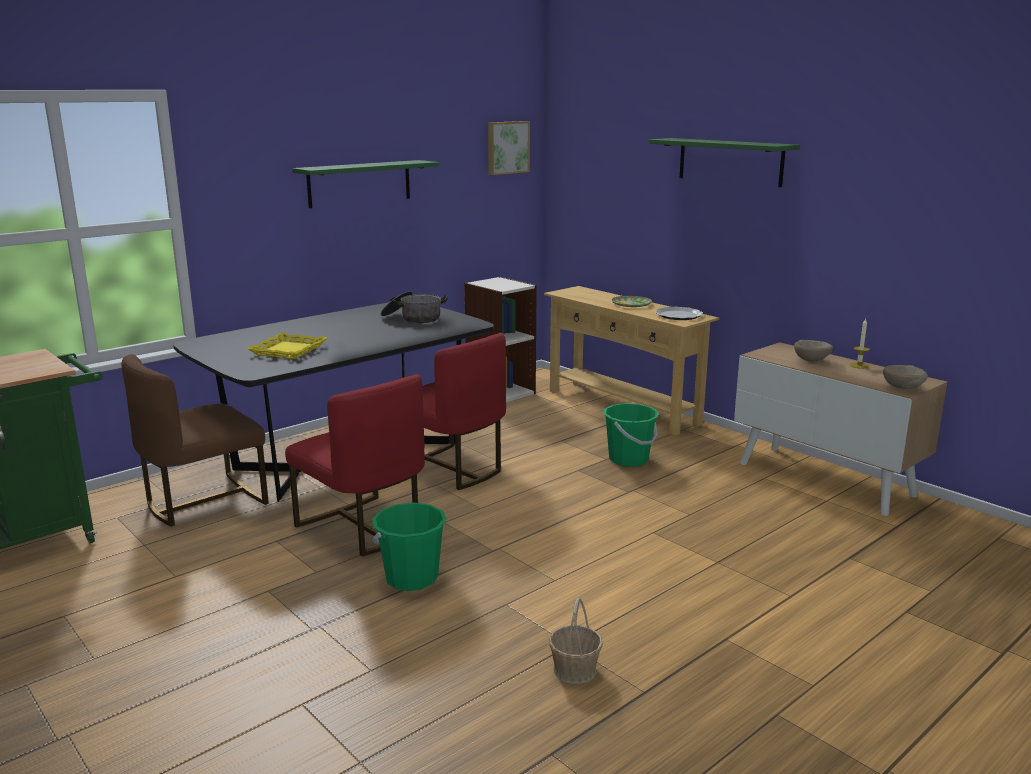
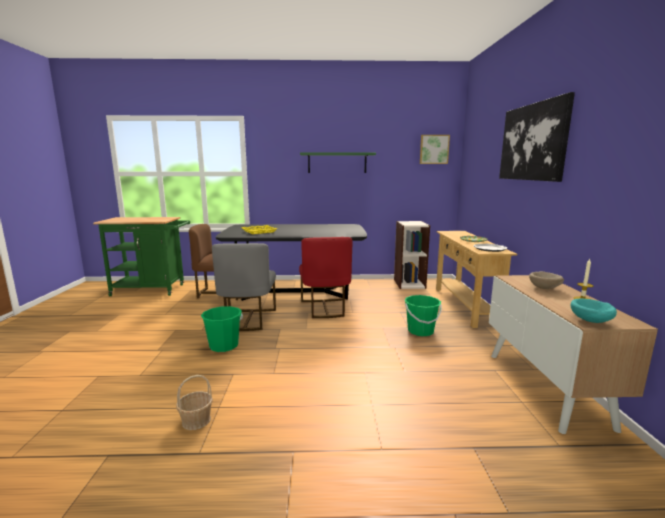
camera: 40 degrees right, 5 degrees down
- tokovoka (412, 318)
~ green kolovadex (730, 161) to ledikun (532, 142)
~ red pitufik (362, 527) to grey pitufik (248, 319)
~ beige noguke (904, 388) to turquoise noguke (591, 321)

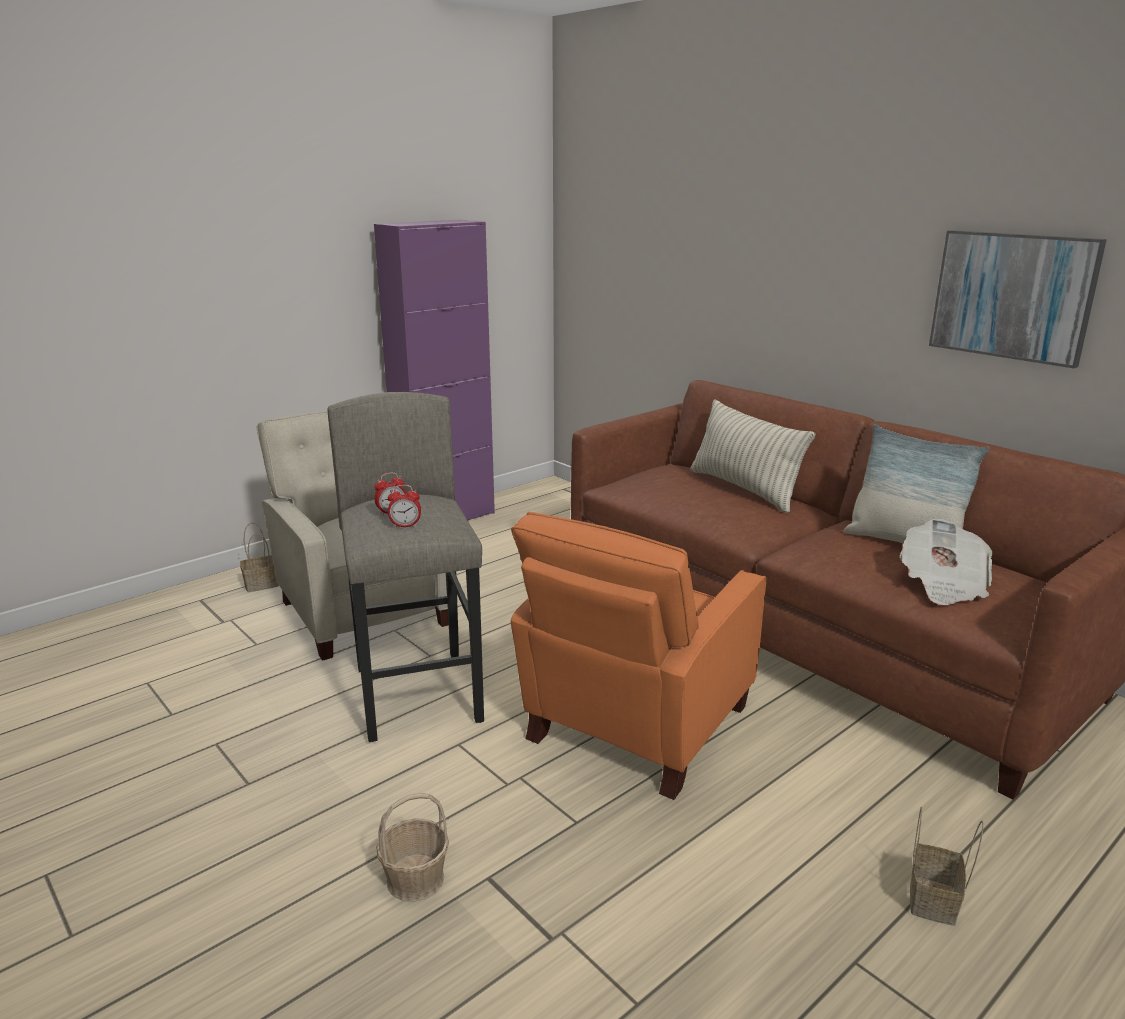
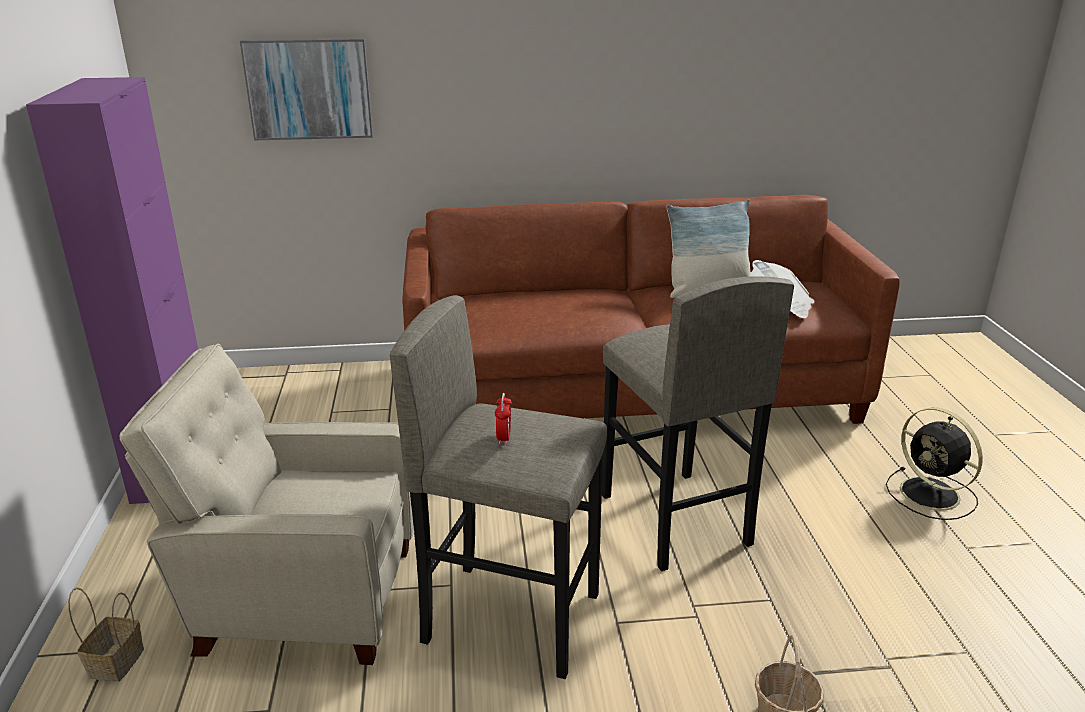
camera: 55 degrees left, 5 degrees up
- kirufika (405, 526)
- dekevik (744, 489)
~ ledikun (1012, 296) to (309, 89)
~ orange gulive (633, 726) to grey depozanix (673, 520)
~ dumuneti (934, 902) to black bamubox (932, 495)

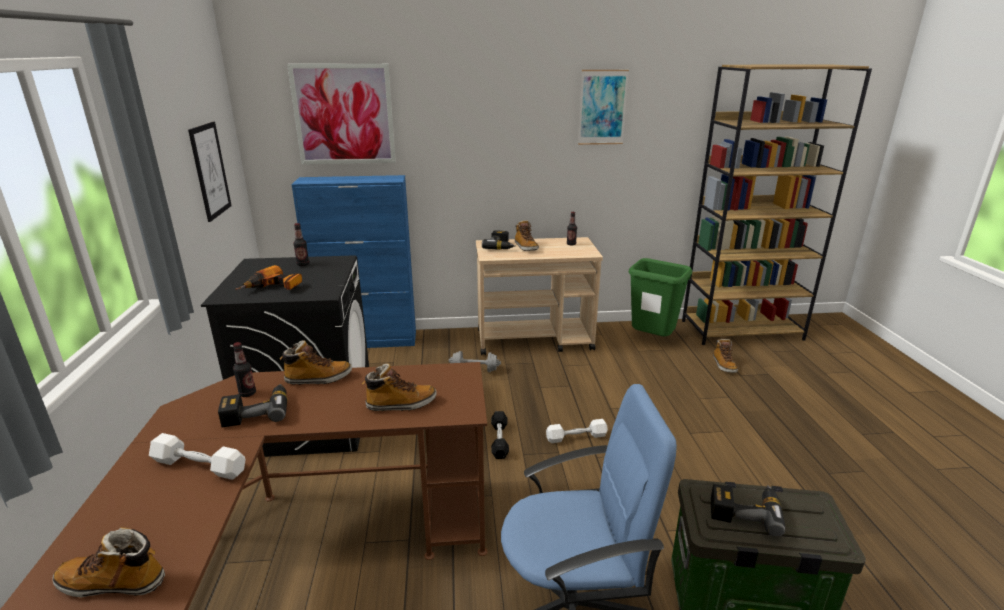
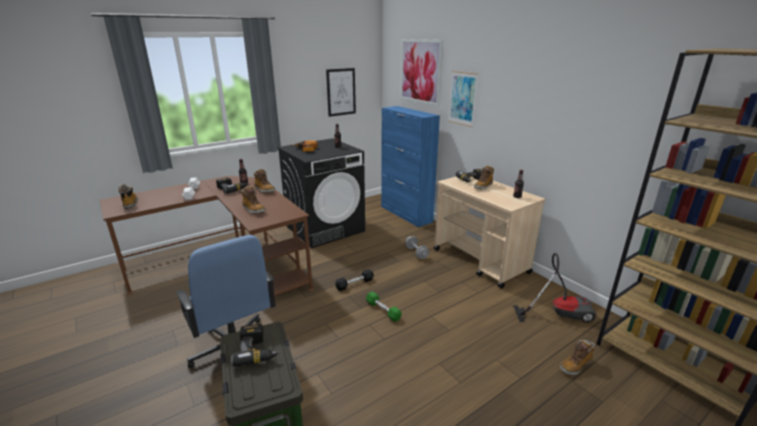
camera: 60 degrees right, 0 degrees up
~ ledikun (602, 107) to (462, 98)
~ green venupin (652, 341) to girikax (559, 313)
~ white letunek (576, 437) to green letunek (383, 310)

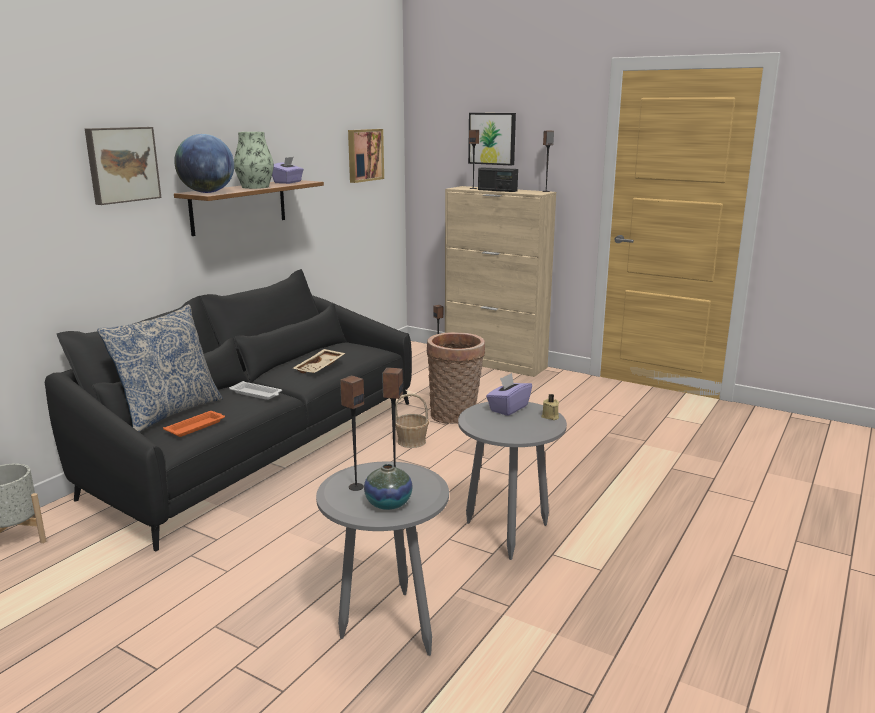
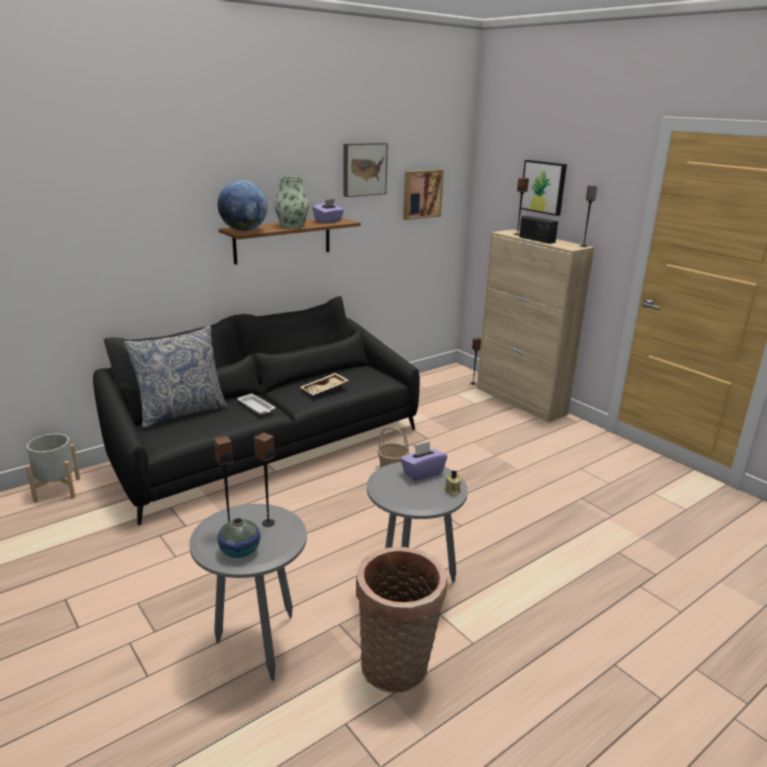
camera: 20 degrees right, 5 degrees up
- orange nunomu (196, 427)
~ ledikun (122, 164) to (363, 169)
~ dumuneti (455, 416) to (397, 669)

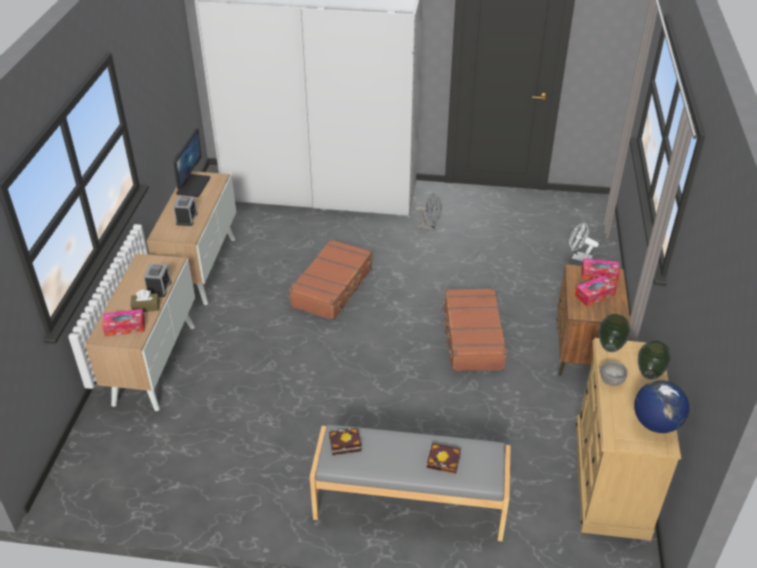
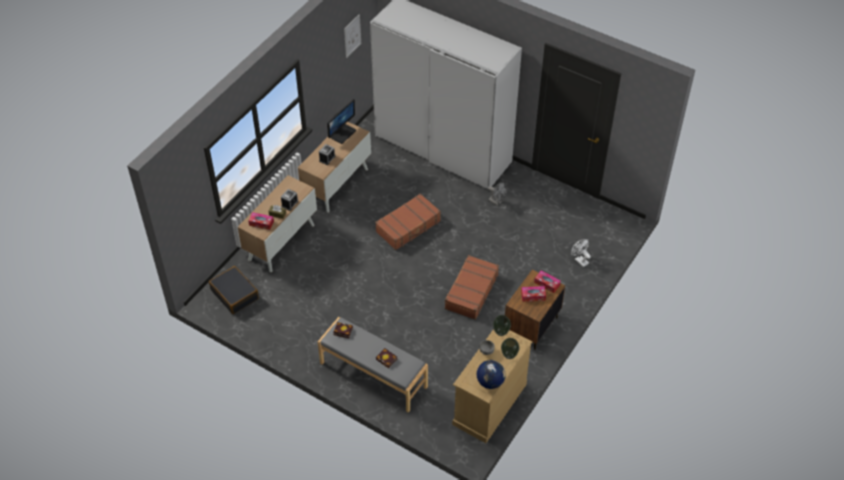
camera: 25 degrees right, 10 degrees up
+ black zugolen (235, 294)
+ ledikun (352, 36)

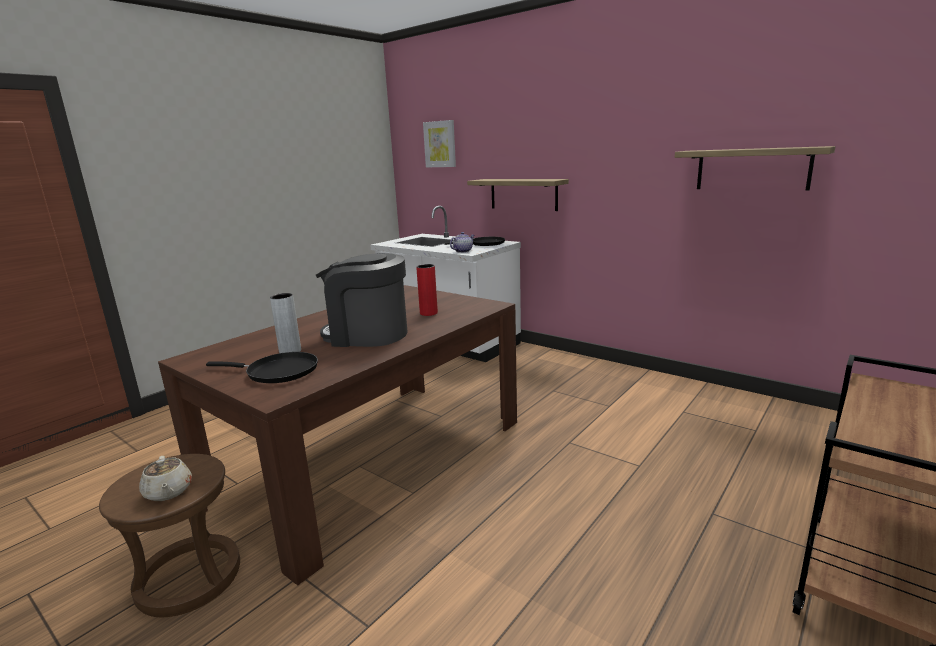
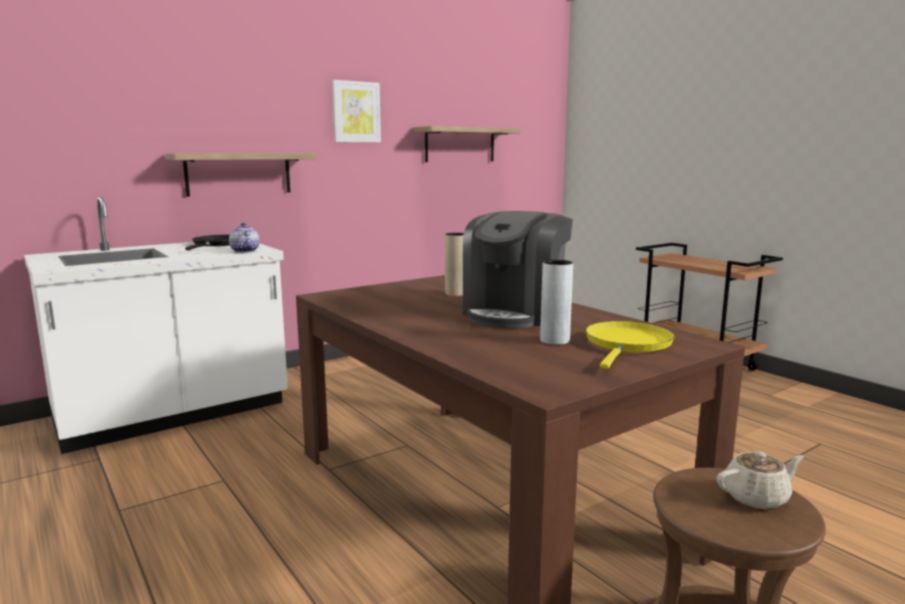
camera: 75 degrees left, 5 degrees down
~ ledikun (440, 144) to (356, 112)
~ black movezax (278, 372) to yellow movezax (627, 344)
~ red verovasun (428, 313) to beige verovasun (456, 293)

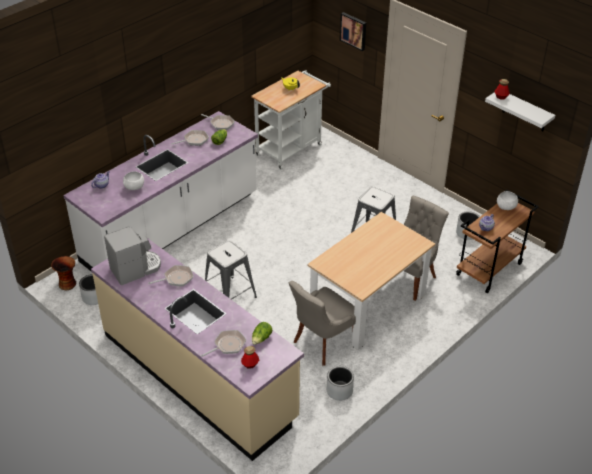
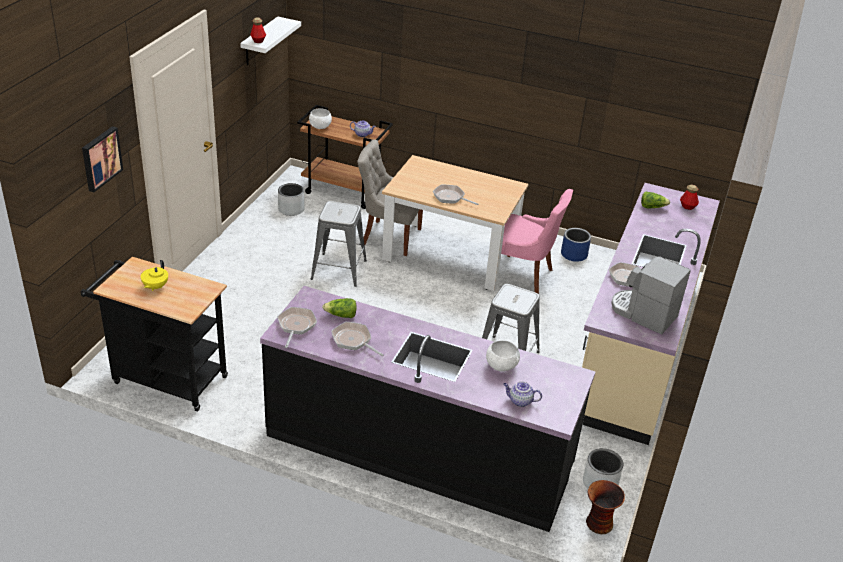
camera: 115 degrees left, 5 degrees down
~ movezax (228, 345) to (450, 197)
~ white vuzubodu (171, 228) to black vuzubodu (418, 452)
~ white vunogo (291, 148) to black vunogo (164, 378)
~ grey pitufik (322, 343) to pink pitufik (523, 276)
~ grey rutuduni (339, 391) to blue rutuduni (573, 254)

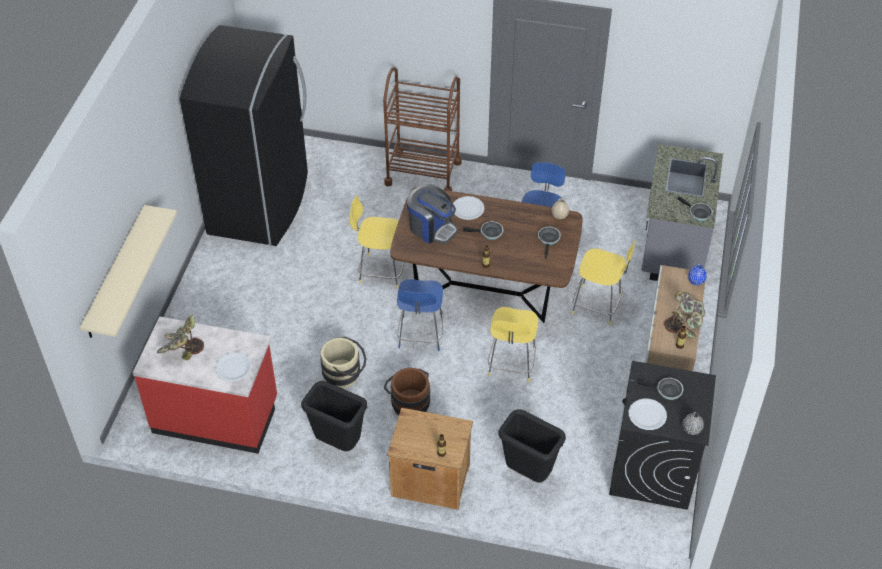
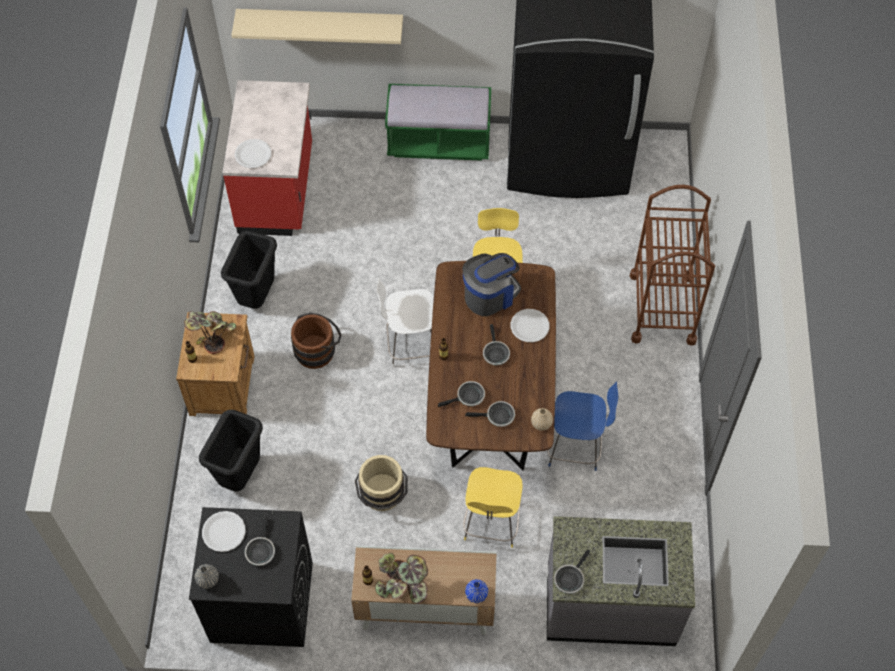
camera: 80 degrees right, 10 degrees up
- yellow depozanix (511, 364)
+ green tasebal (439, 142)
+ movezax (468, 397)
~ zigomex (181, 349) to (211, 334)
~ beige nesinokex (345, 374) to (382, 496)
~ blue depozanix (420, 335) to white depozanix (410, 346)
~ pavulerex (432, 228) = (490, 295) 150 degrees counterclockwise

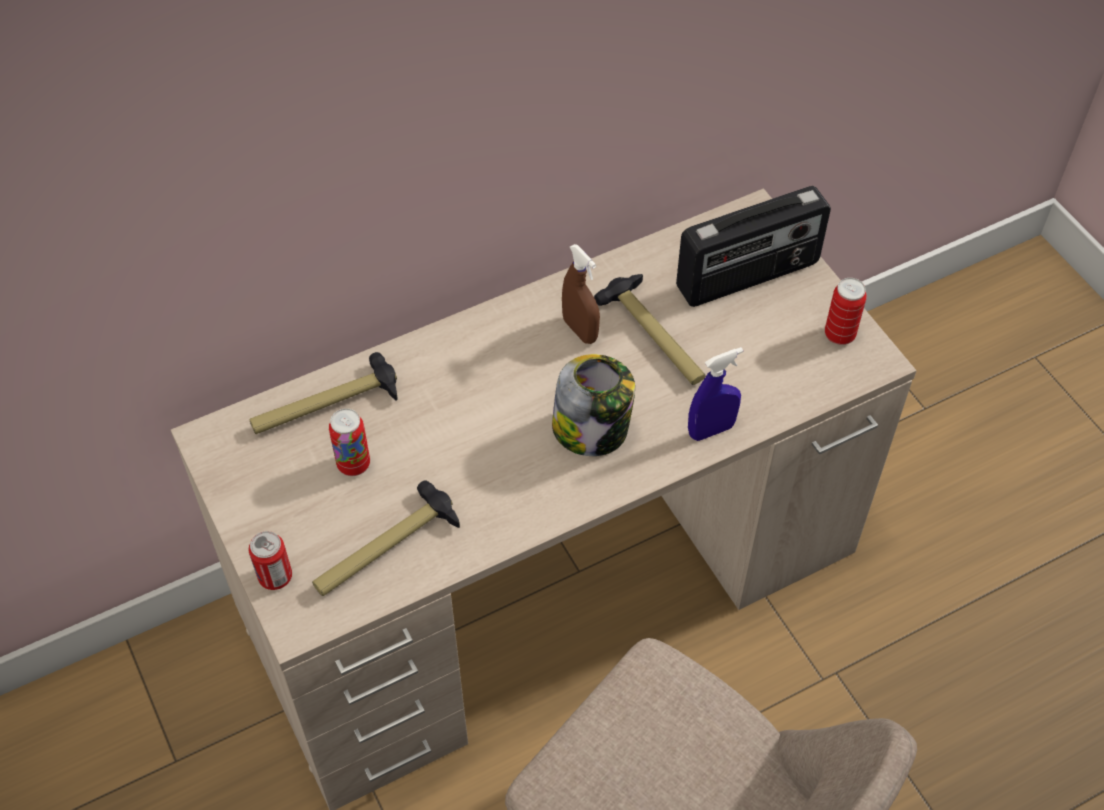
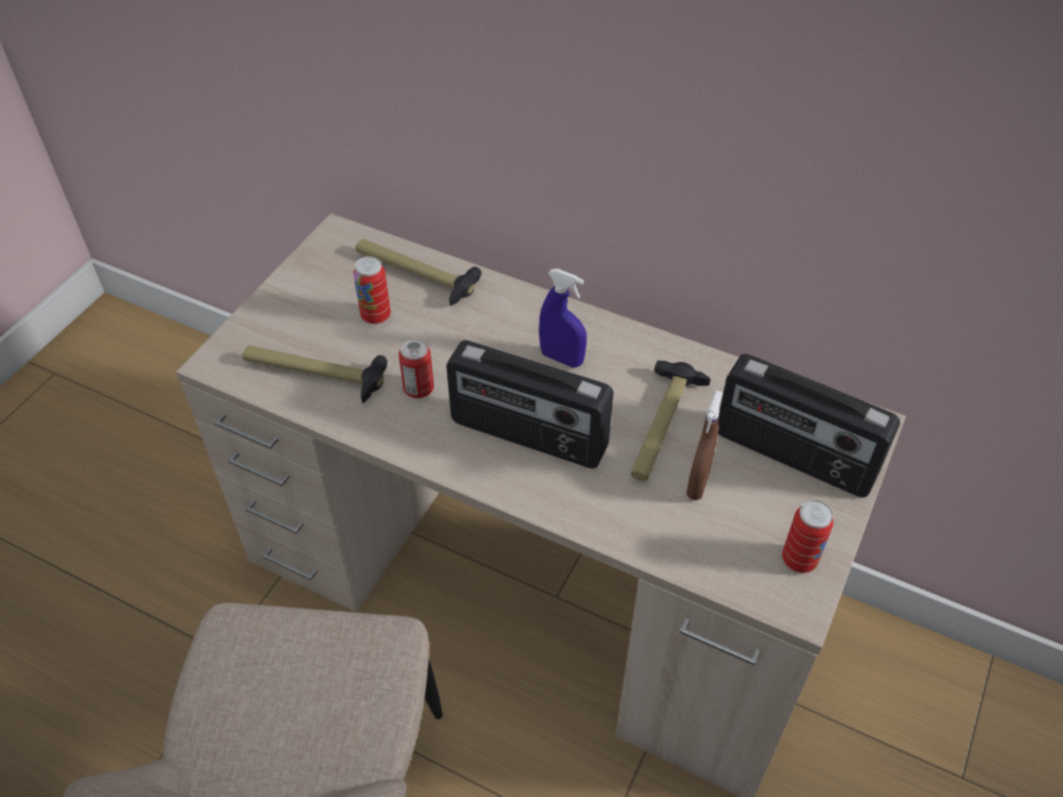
camera: 55 degrees right, 5 degrees down
~ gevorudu (275, 576) to (418, 389)
~ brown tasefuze (580, 330) to (698, 483)
~ blue tasefuze (711, 430) to (561, 358)
~ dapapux (592, 429) to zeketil (528, 436)

